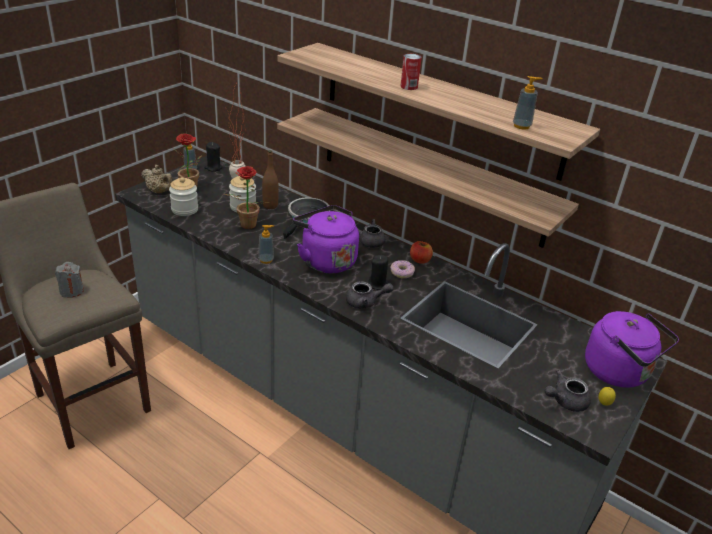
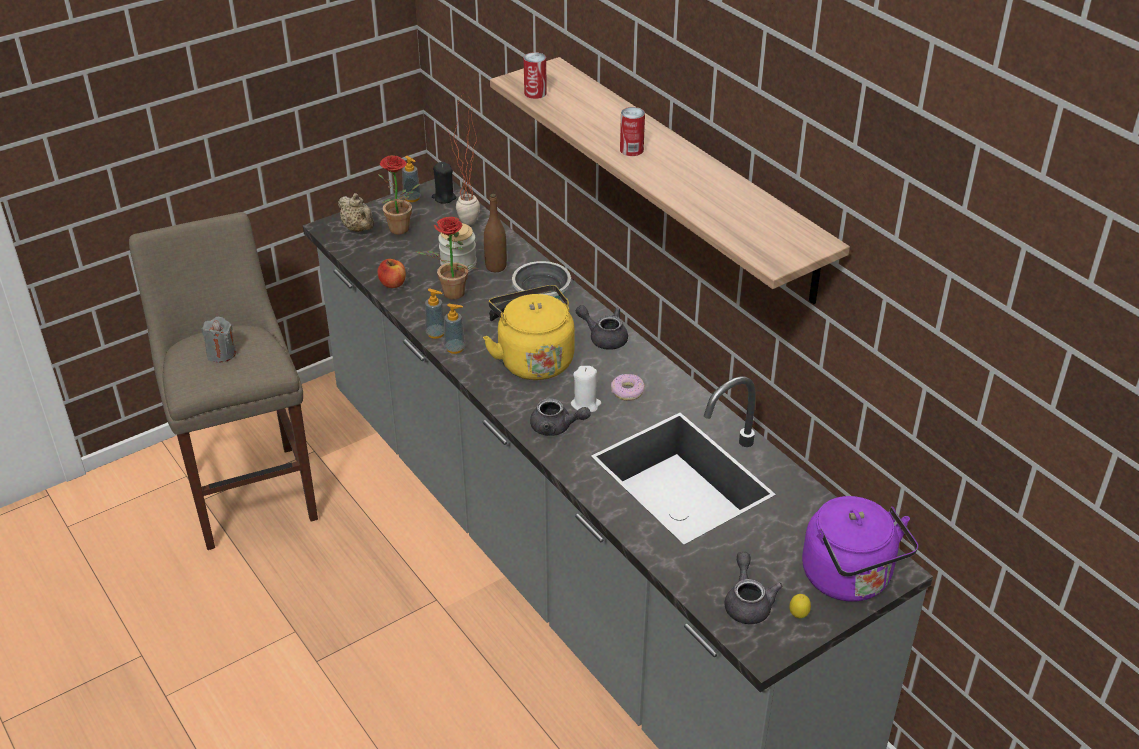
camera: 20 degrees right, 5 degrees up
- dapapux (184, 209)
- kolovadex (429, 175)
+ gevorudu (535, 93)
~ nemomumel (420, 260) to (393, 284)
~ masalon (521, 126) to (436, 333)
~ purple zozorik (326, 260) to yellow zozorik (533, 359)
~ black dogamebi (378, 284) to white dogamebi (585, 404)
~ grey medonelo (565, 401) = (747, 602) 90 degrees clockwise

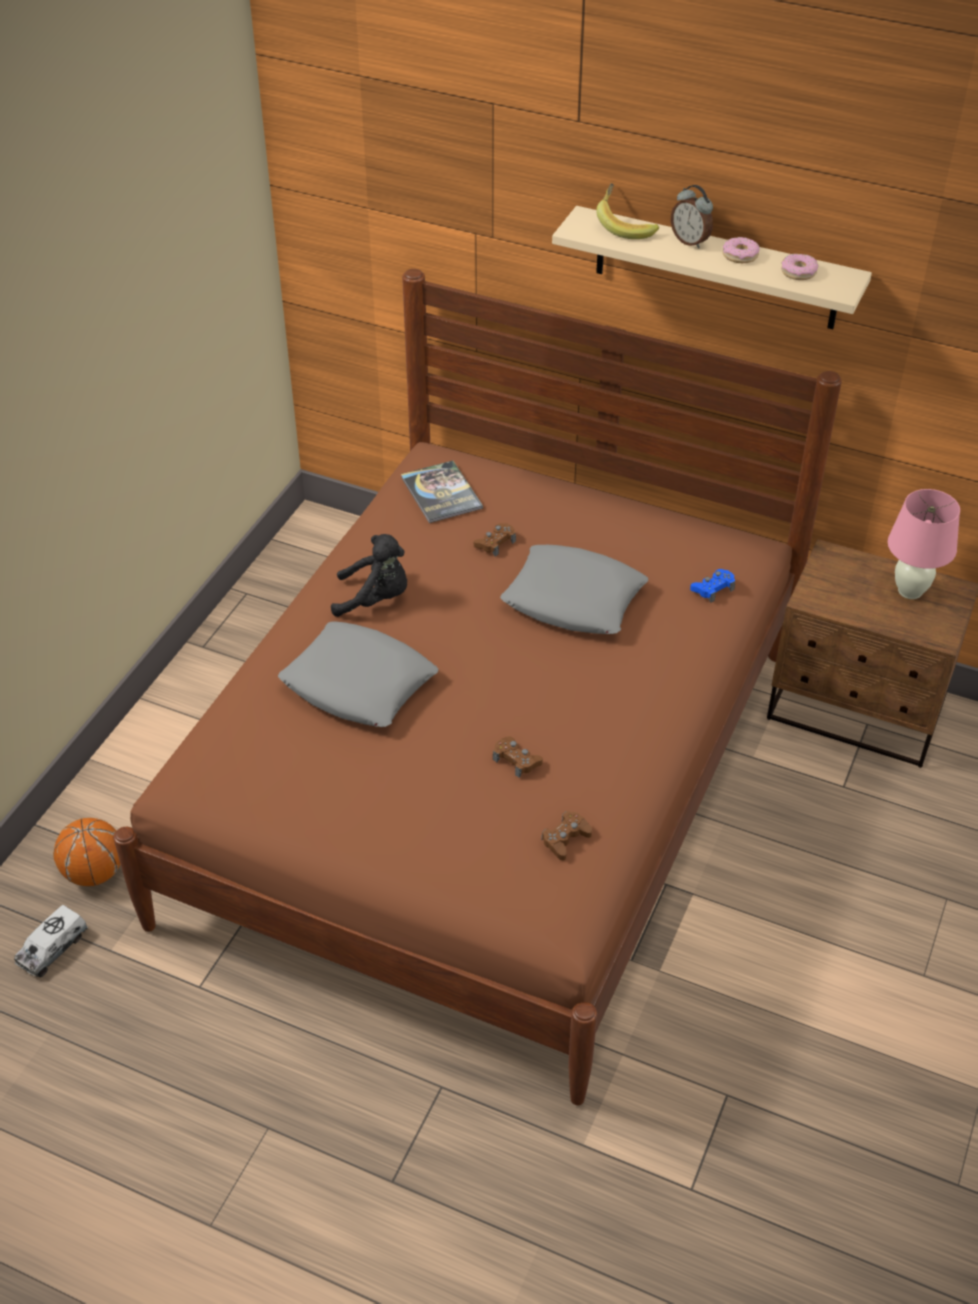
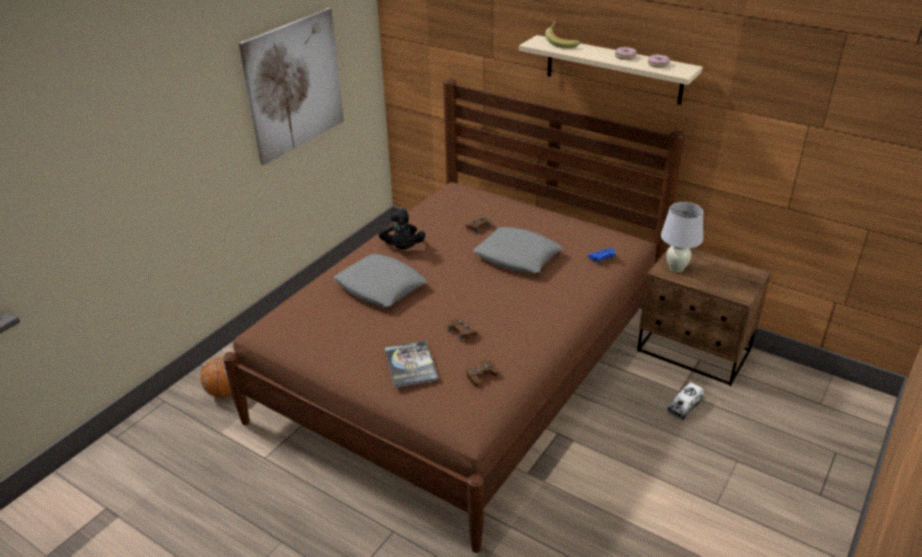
camera: 10 degrees right, 10 degrees down
- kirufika (690, 241)
- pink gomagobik (909, 591)
+ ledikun (294, 85)
+ white gomagobik (676, 268)
~ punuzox (53, 948) to (684, 406)
~ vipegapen (441, 493) to (410, 365)
~ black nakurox (375, 599) = (402, 248) 60 degrees clockwise

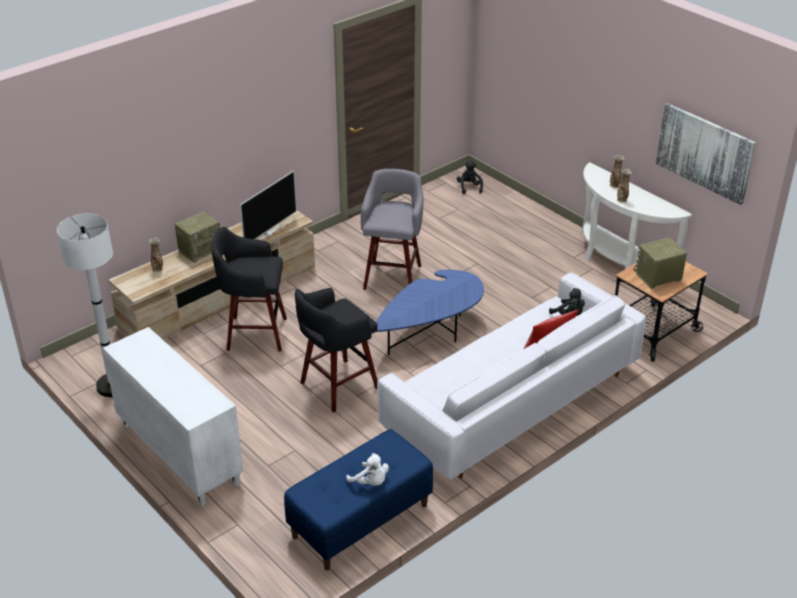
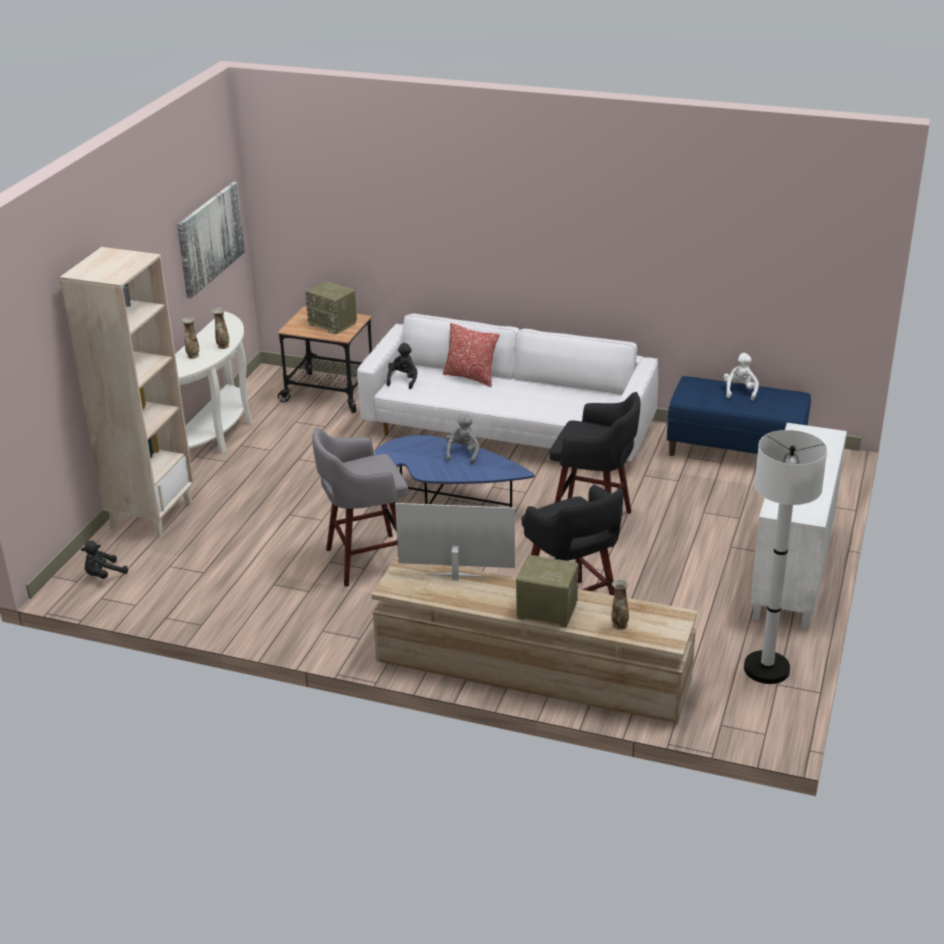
camera: 120 degrees left, 5 degrees down
+ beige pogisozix (151, 514)
+ grey nakurox (463, 453)

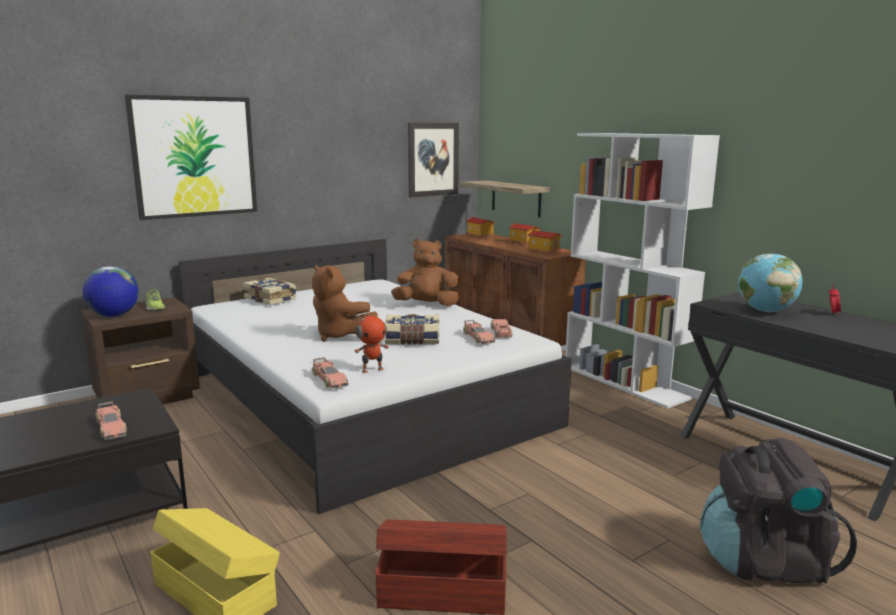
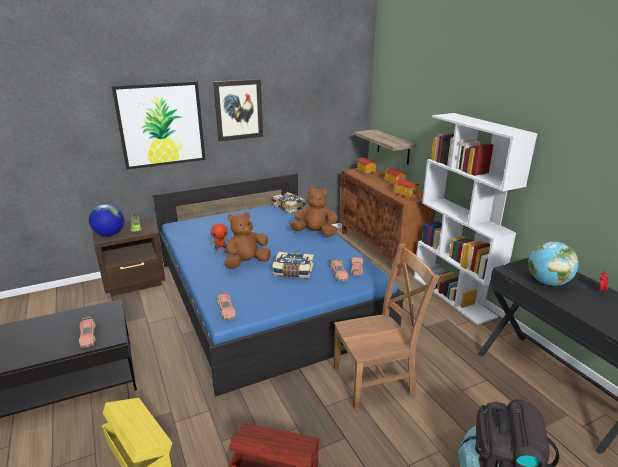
camera: 10 degrees right, 10 degrees up
+ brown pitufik (377, 380)
~ vipegapen (271, 299) to (290, 207)
~ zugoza (372, 370) to (221, 252)
~ ledikun (433, 159) to (238, 110)
~ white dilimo (362, 399) to blue dilimo (266, 296)
~ brown nakurox (340, 336) = (247, 263) 90 degrees clockwise

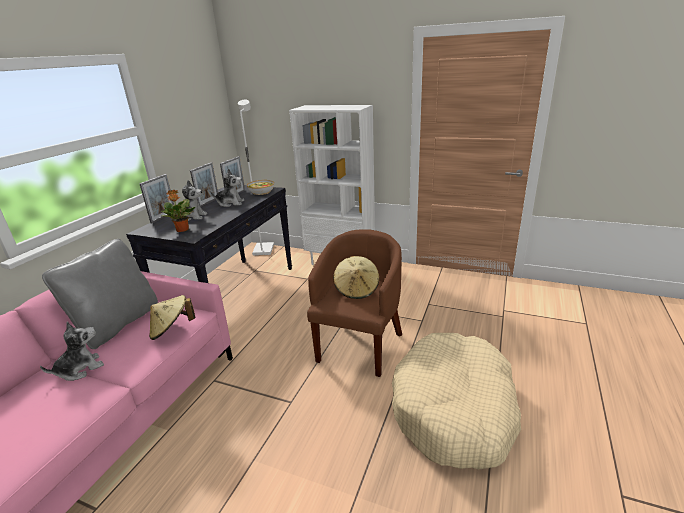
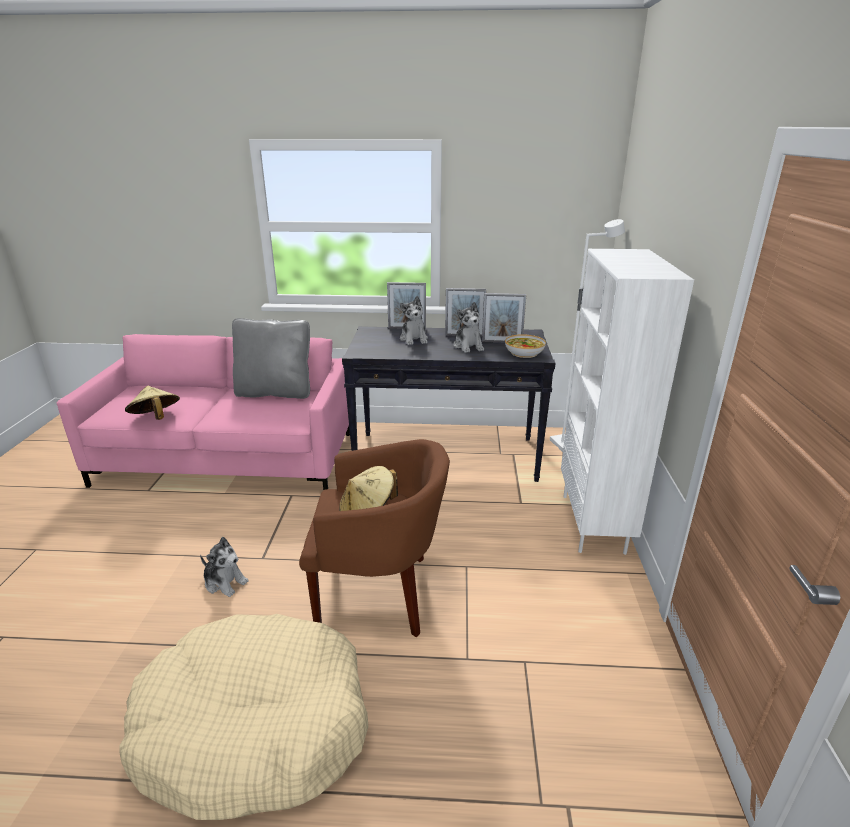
camera: 70 degrees right, 0 degrees up
- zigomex (182, 230)
~ nakurox (80, 369) to (225, 582)
~ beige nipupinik (172, 330) to (155, 418)

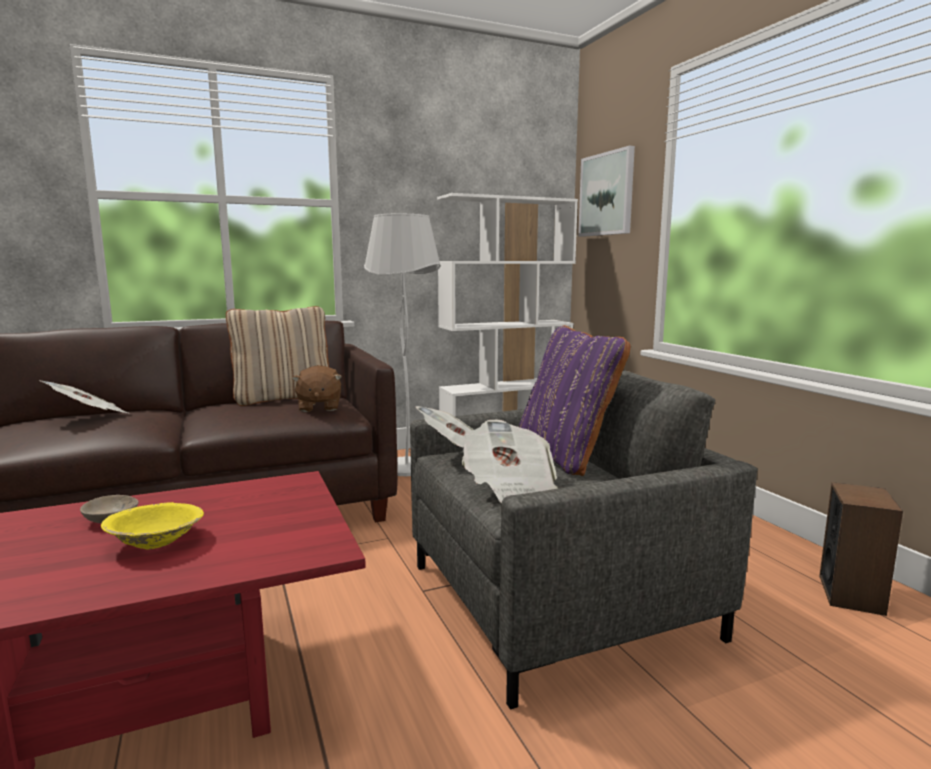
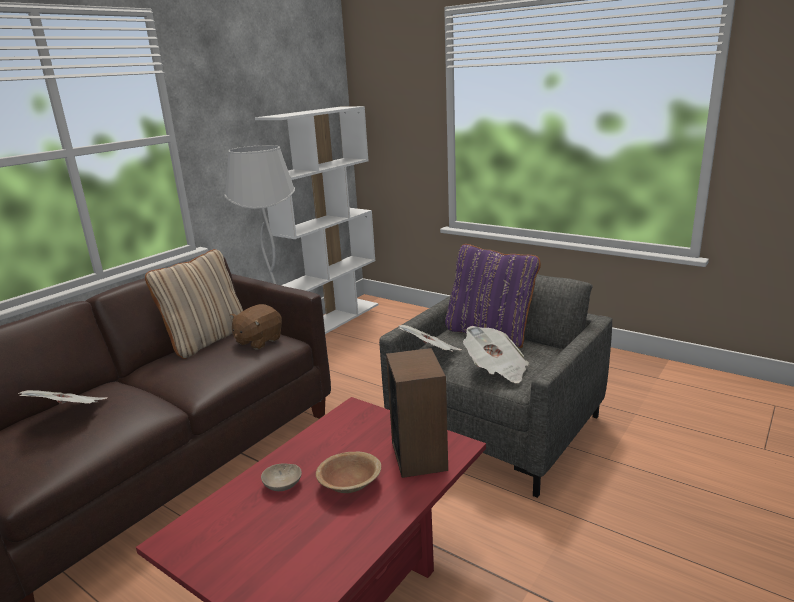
camera: 30 degrees left, 10 degrees up
- ledikun (607, 194)
~ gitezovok (851, 594) to (419, 455)
~ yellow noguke (156, 542) to brown noguke (350, 485)
~ brown nakurox (319, 407) = (258, 341) 75 degrees clockwise

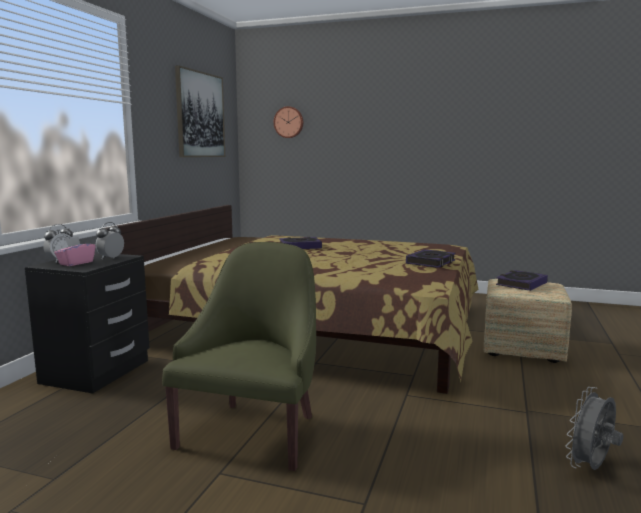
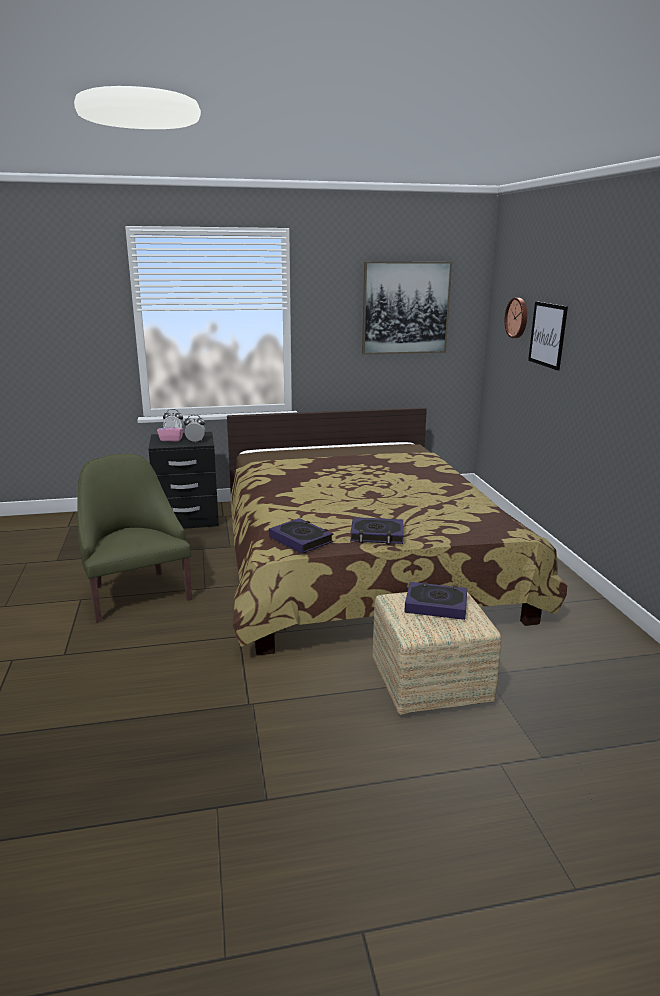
camera: 60 degrees right, 10 degrees up
- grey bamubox (591, 468)
+ ledikun (547, 335)
~ vipegapen (300, 247) to (301, 540)
~ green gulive (253, 431) = (136, 593) 105 degrees counterclockwise

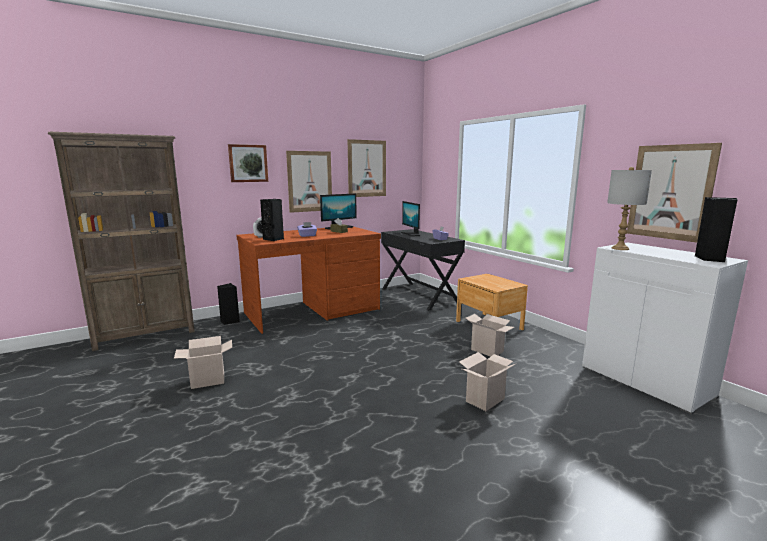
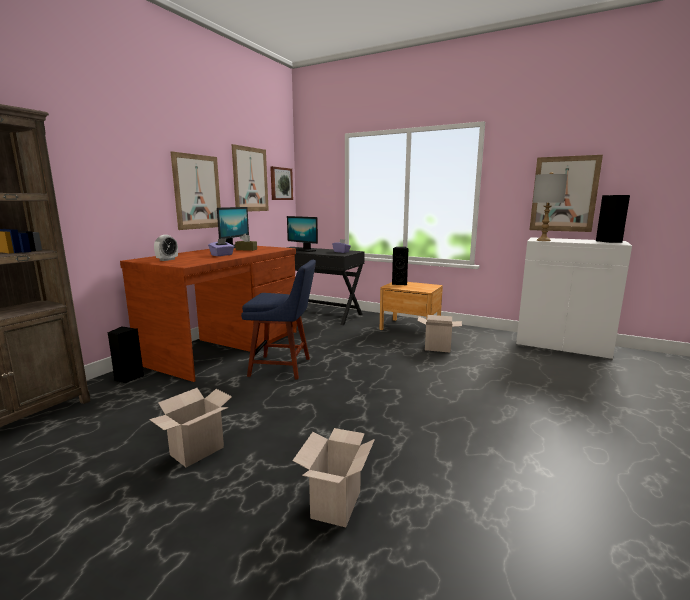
camera: 30 degrees left, 0 degrees up
+ blue pitufik (283, 367)
~ ledikun (248, 163) to (281, 184)
~ black gitezovok (274, 239) to (399, 283)
~ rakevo (485, 399) to (335, 503)

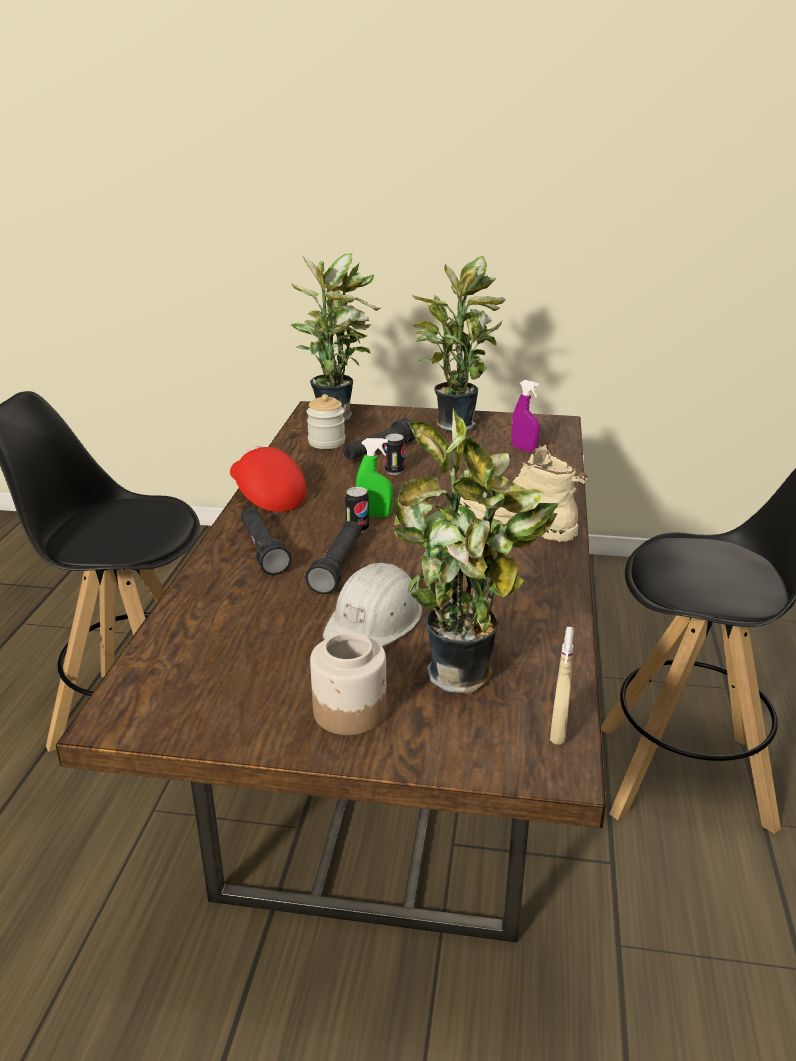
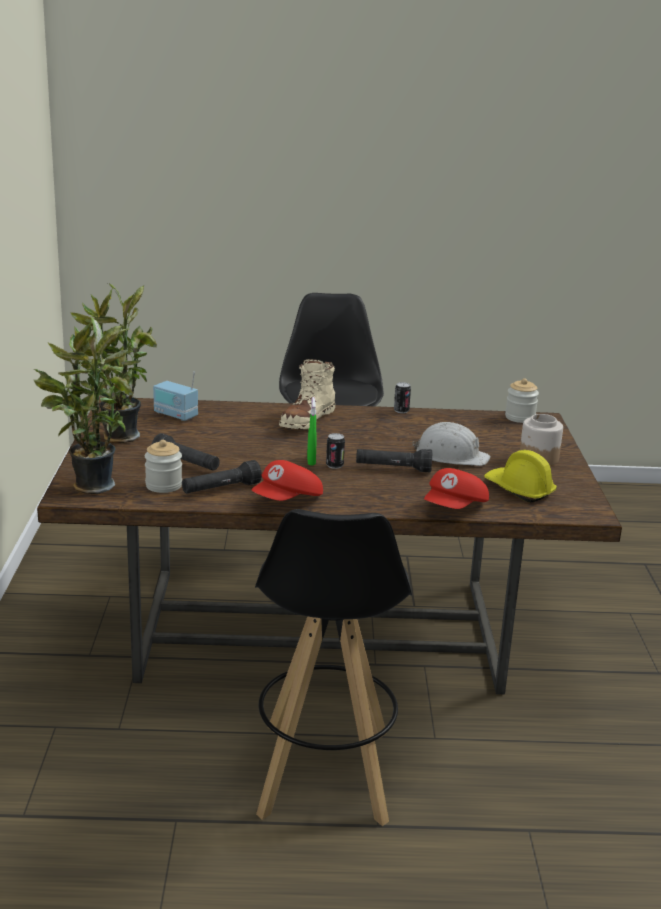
camera: 100 degrees left, 5 degrees down
- zigomex (467, 678)
+ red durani (455, 508)
+ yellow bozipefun (519, 490)
~ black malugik (263, 550) to (221, 489)
~ gevorudu (394, 471) to (401, 411)
~ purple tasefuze (524, 449) to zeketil (175, 415)
~ beige tasefuze (558, 731) to dapapux (520, 417)

